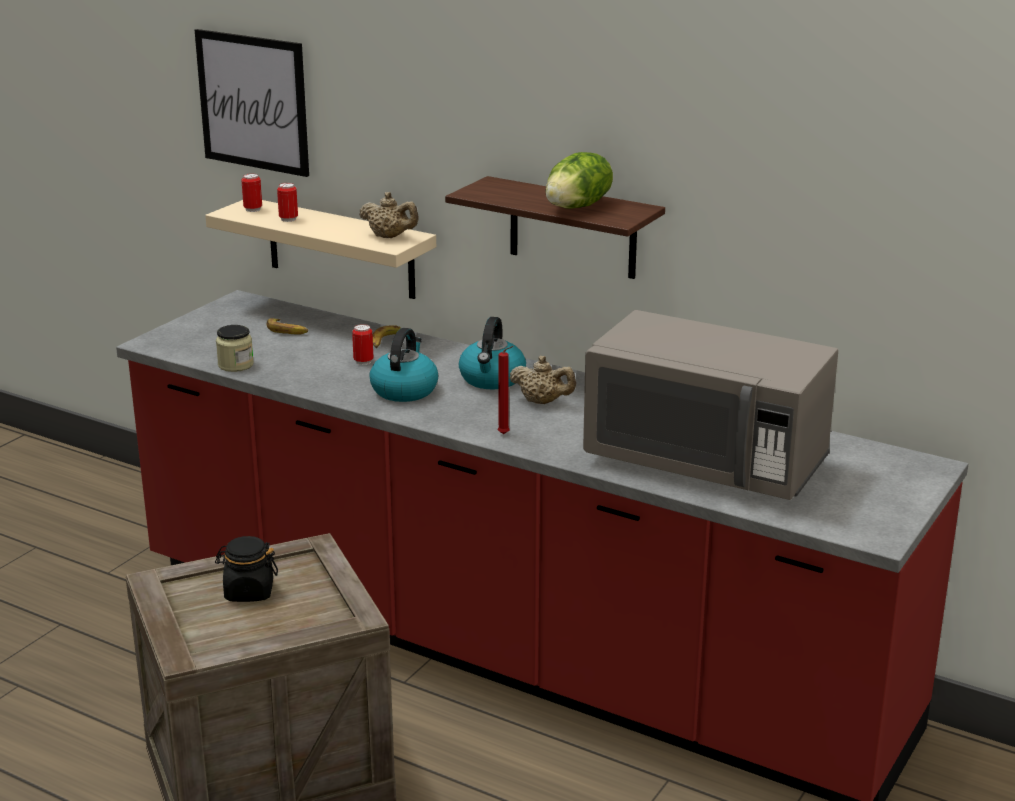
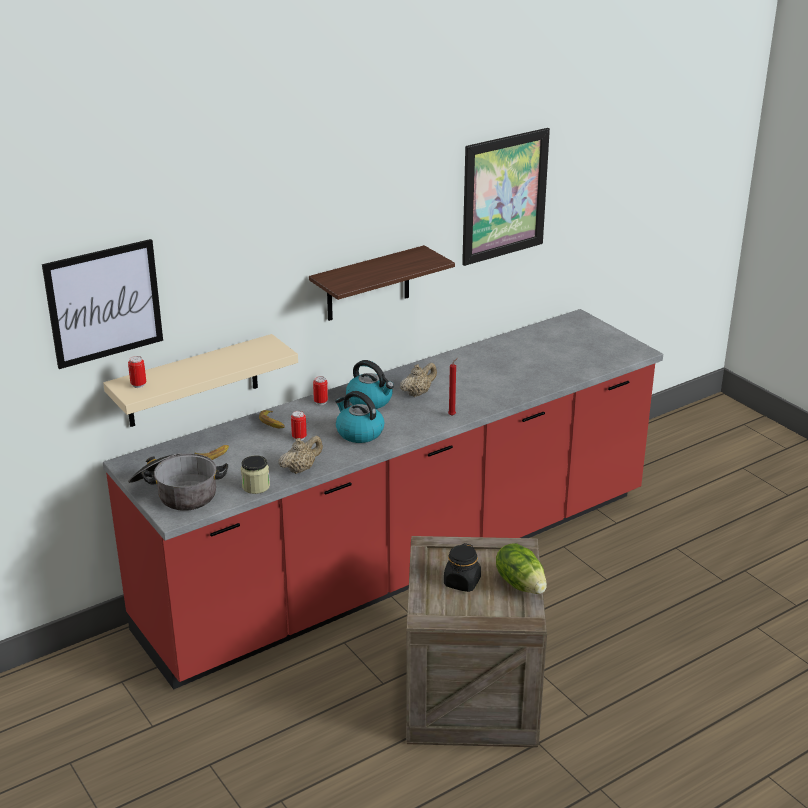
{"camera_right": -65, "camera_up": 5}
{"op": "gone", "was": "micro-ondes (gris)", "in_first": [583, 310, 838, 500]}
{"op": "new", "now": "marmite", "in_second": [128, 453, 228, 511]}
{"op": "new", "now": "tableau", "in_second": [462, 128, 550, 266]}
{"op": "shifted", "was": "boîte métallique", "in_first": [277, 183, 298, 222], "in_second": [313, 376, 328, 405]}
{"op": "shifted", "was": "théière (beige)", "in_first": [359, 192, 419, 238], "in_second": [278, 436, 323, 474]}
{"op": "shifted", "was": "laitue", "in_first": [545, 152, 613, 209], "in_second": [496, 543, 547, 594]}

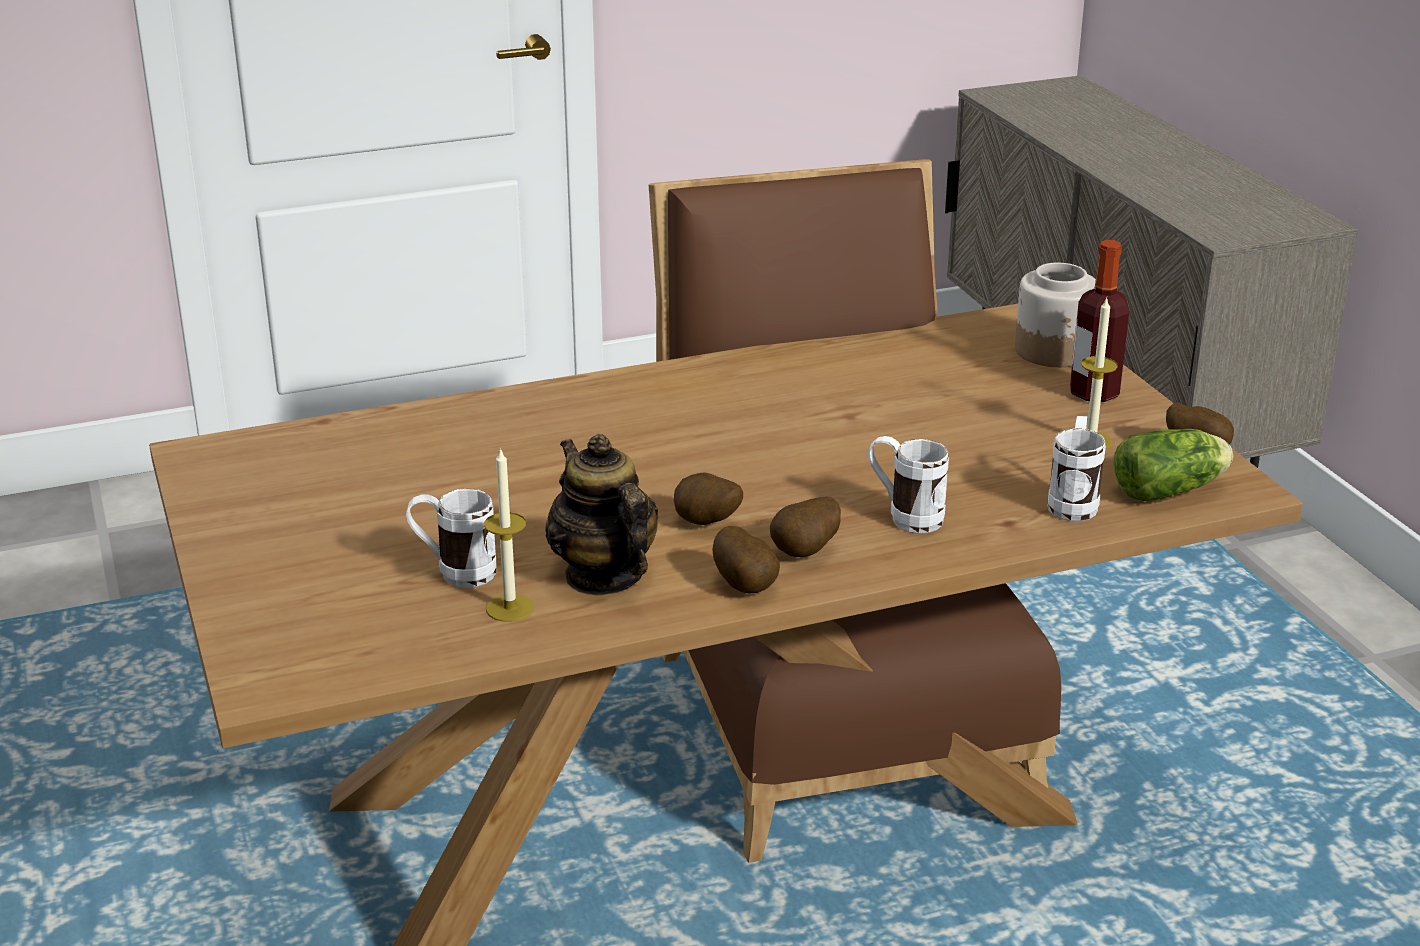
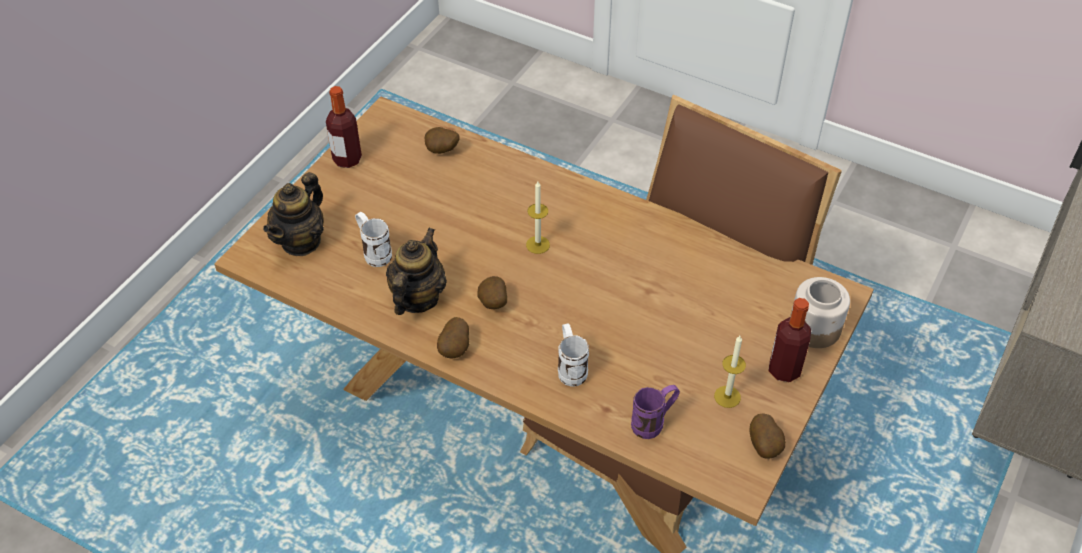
{"camera_right": 50, "camera_up": 20}
{"op": "gone", "was": "laitue", "in_first": [1114, 429, 1233, 501]}
{"op": "new", "now": "théière", "in_second": [263, 172, 324, 256]}
{"op": "new", "now": "bouteille", "in_second": [326, 86, 362, 168]}
{"op": "shifted", "was": "bougie", "in_first": [484, 447, 534, 622], "in_second": [526, 181, 550, 254]}
{"op": "shifted", "was": "pomme de terre", "in_first": [770, 497, 841, 557], "in_second": [425, 127, 460, 154]}
{"op": "repainted", "was": "mug (blanc)", "now": "mug (violet)", "in_first": [1047, 416, 1106, 521], "in_second": [631, 385, 680, 439]}

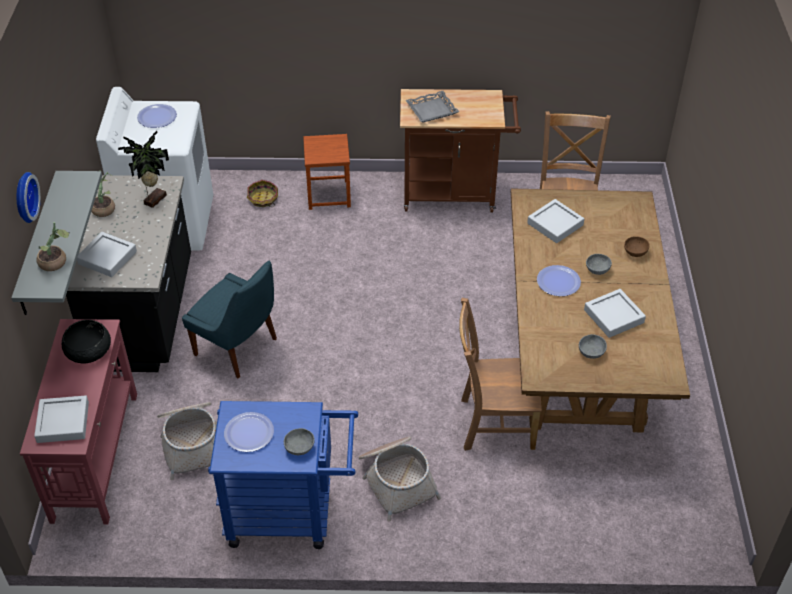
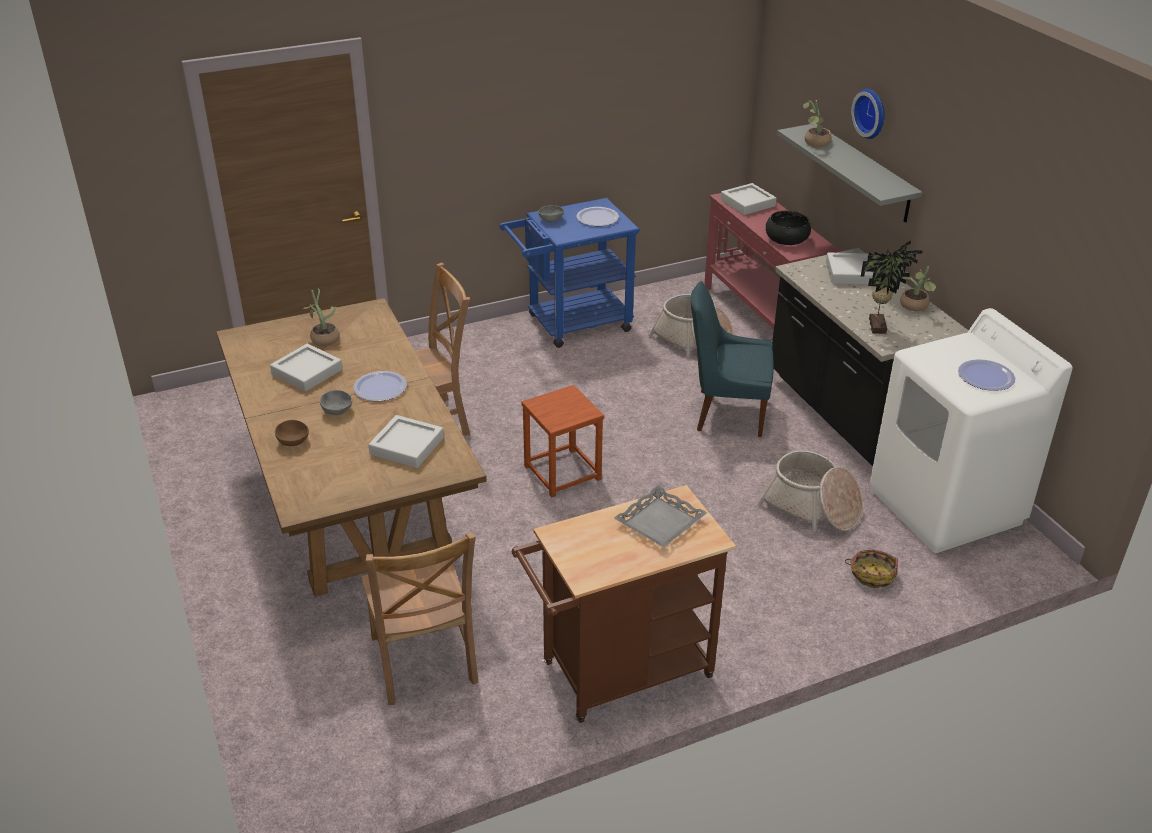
{"camera_right": 155, "camera_up": -10}
{"op": "shifted", "was": "tabouret (marron)", "in_first": [303, 134, 351, 210], "in_second": [521, 385, 604, 497]}
{"op": "shifted", "was": "panier", "in_first": [359, 437, 441, 522], "in_second": [757, 450, 863, 532]}
{"op": "swapped", "was": "bol (gris)", "now": "plante en pot", "in_first": [579, 334, 607, 359], "in_second": [303, 288, 340, 346]}

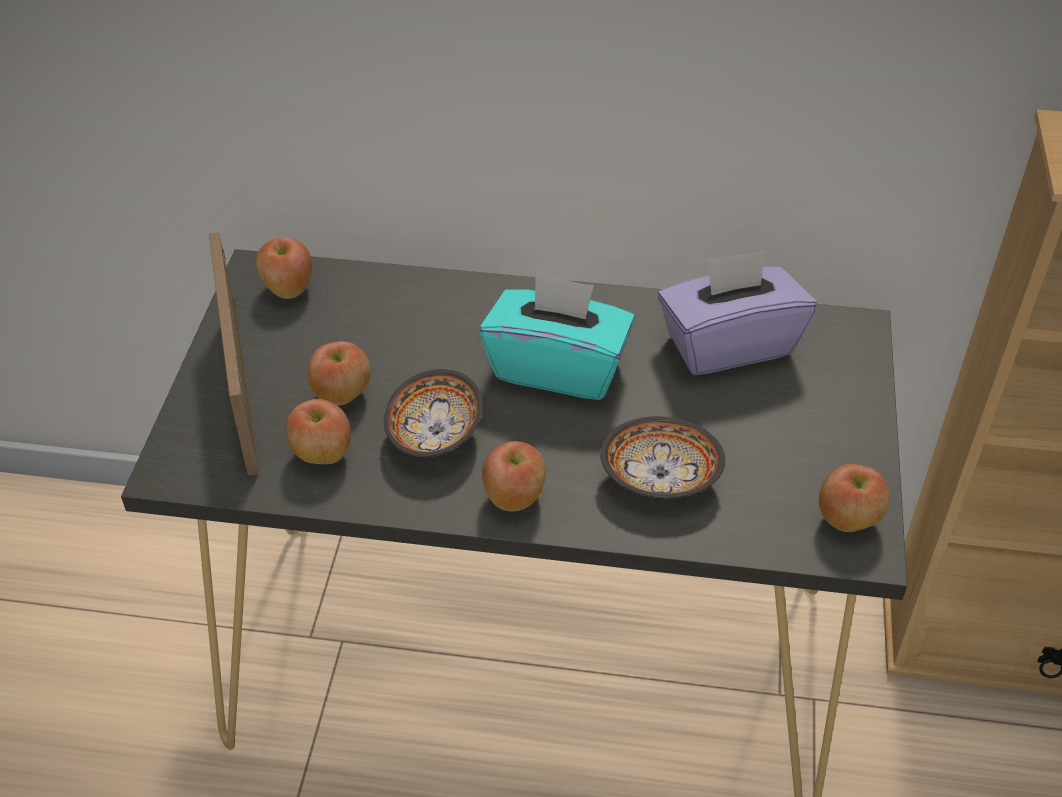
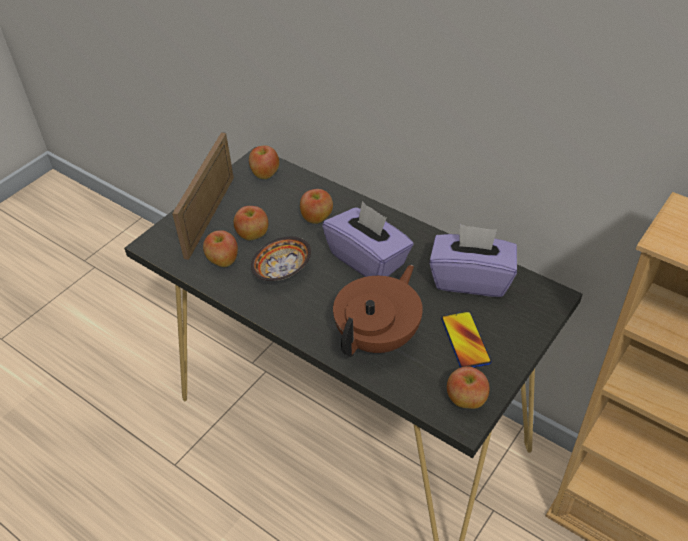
{"camera_right": 30, "camera_up": 0}
{"op": "new", "now": "téléphone", "in_second": [441, 311, 492, 368]}
{"op": "shifted", "was": "pomme", "in_first": [482, 441, 546, 512], "in_second": [300, 189, 333, 224]}
{"op": "swapped", "was": "bol", "now": "théière (marron)", "in_first": [600, 416, 725, 498], "in_second": [333, 265, 423, 357]}
{"op": "repainted", "was": "boîte à mouchoirs (turquoise)", "now": "boîte à mouchoirs (violet)", "in_first": [480, 271, 635, 400], "in_second": [322, 201, 414, 277]}

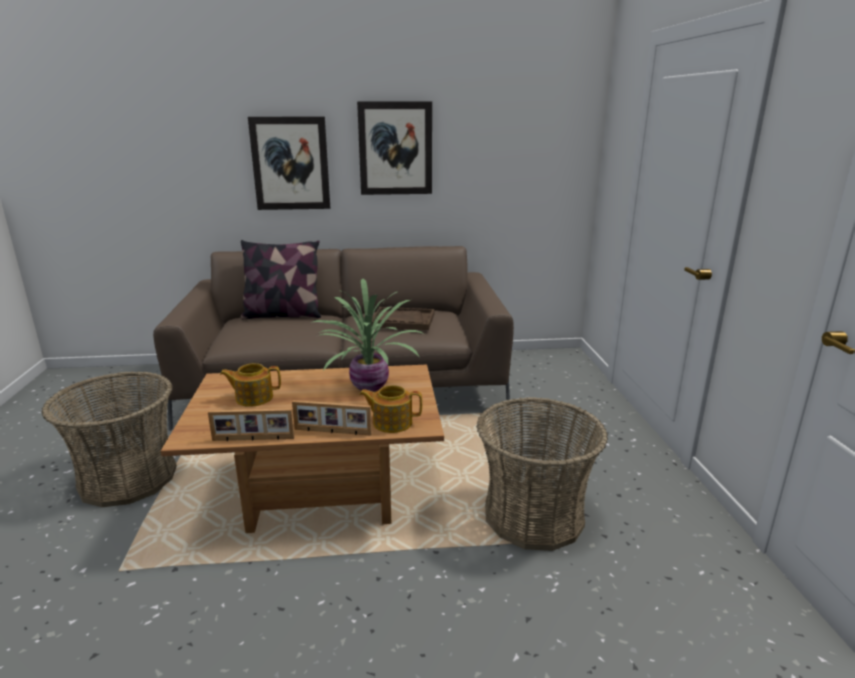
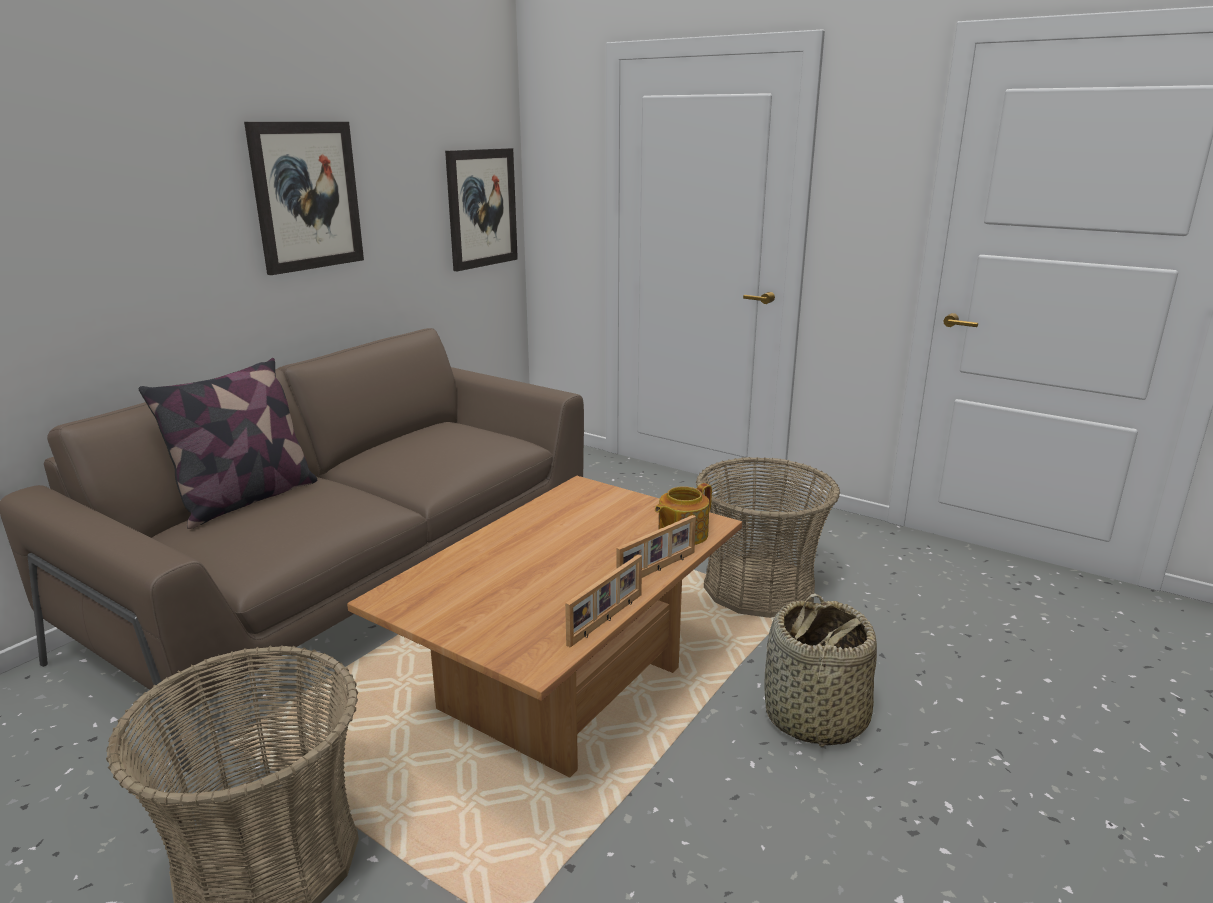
{"camera_right": -50, "camera_up": 0}
{"op": "gone", "was": "théière", "in_first": [220, 363, 281, 407]}
{"op": "gone", "was": "plante en pot", "in_first": [310, 278, 425, 392]}
{"op": "gone", "was": "plateau (marron)", "in_first": [372, 307, 434, 330]}
{"op": "new", "now": "panier", "in_second": [765, 593, 877, 747]}
{"op": "shifted", "was": "tableau", "in_first": [248, 117, 330, 210], "in_second": [445, 148, 518, 271]}

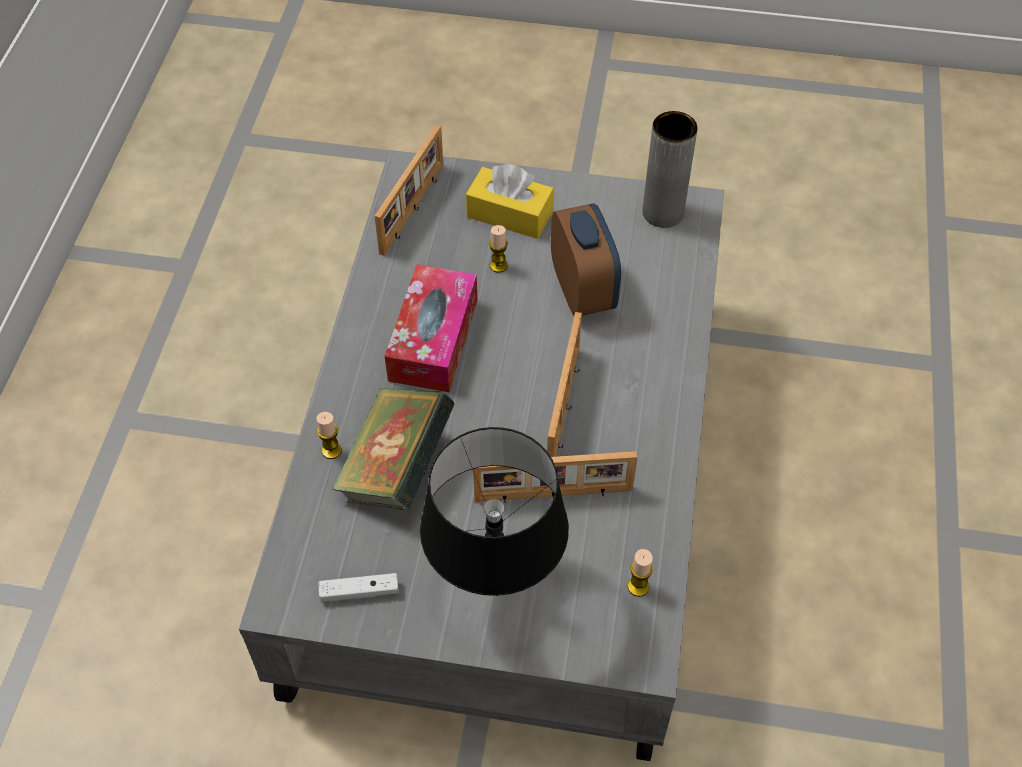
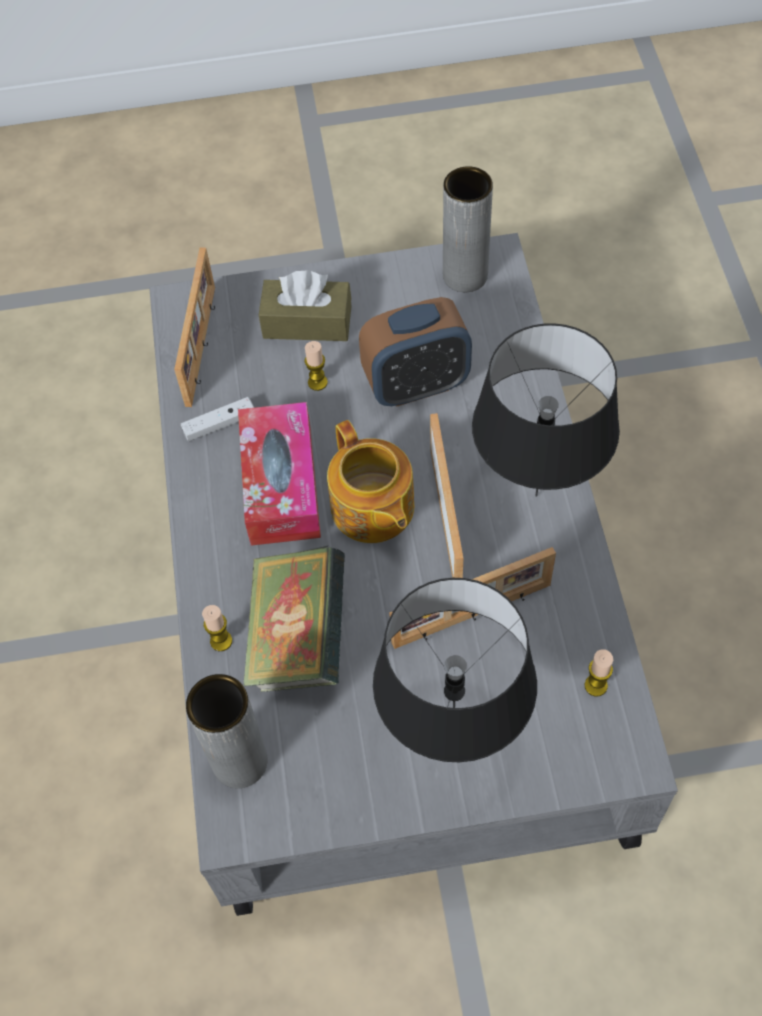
{"camera_right": -15, "camera_up": 5}
{"op": "new", "now": "vase (gris)", "in_second": [186, 674, 268, 788]}
{"op": "new", "now": "théière", "in_second": [327, 420, 414, 543]}
{"op": "new", "now": "lampe de table (noir)", "in_second": [472, 323, 620, 497]}
{"op": "shifted", "was": "manette (blanc)", "in_first": [319, 573, 399, 602], "in_second": [181, 397, 254, 441]}
{"op": "repainted", "was": "boîte à mouchoirs (jaune)", "now": "boîte à mouchoirs (marron)", "in_first": [466, 164, 554, 239], "in_second": [259, 271, 351, 341]}
{"op": "rotated", "was": "réveil", "in_first": [551, 203, 621, 316], "in_second": [359, 297, 472, 407], "clockwise": 105}

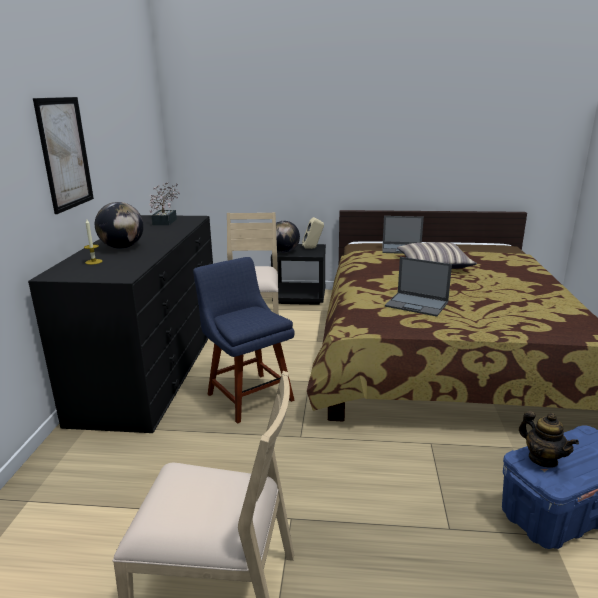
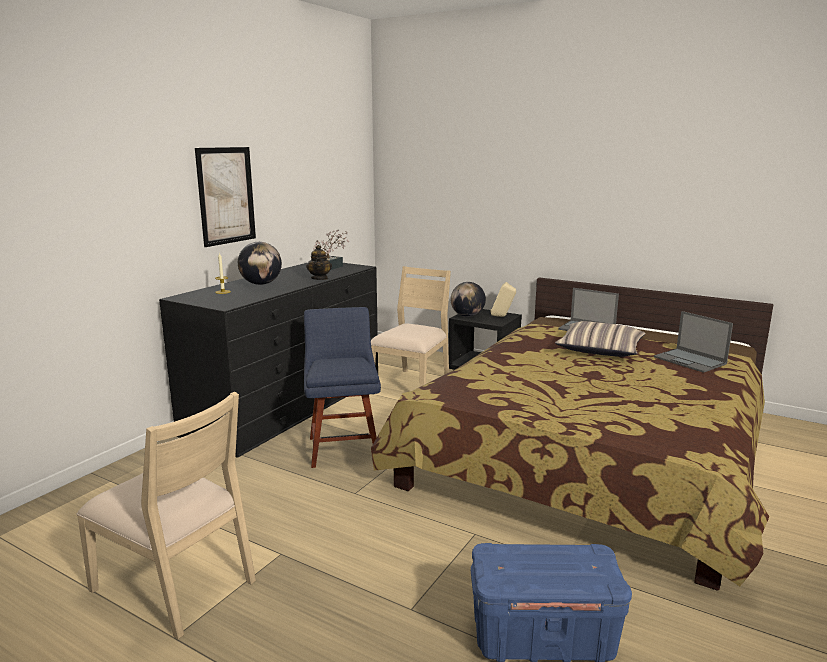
{"camera_right": 25, "camera_up": -5}
{"op": "shifted", "was": "ordinateur portable", "in_first": [385, 257, 452, 317], "in_second": [654, 311, 733, 373]}
{"op": "shifted", "was": "théière", "in_first": [519, 411, 579, 468], "in_second": [306, 245, 332, 280]}

